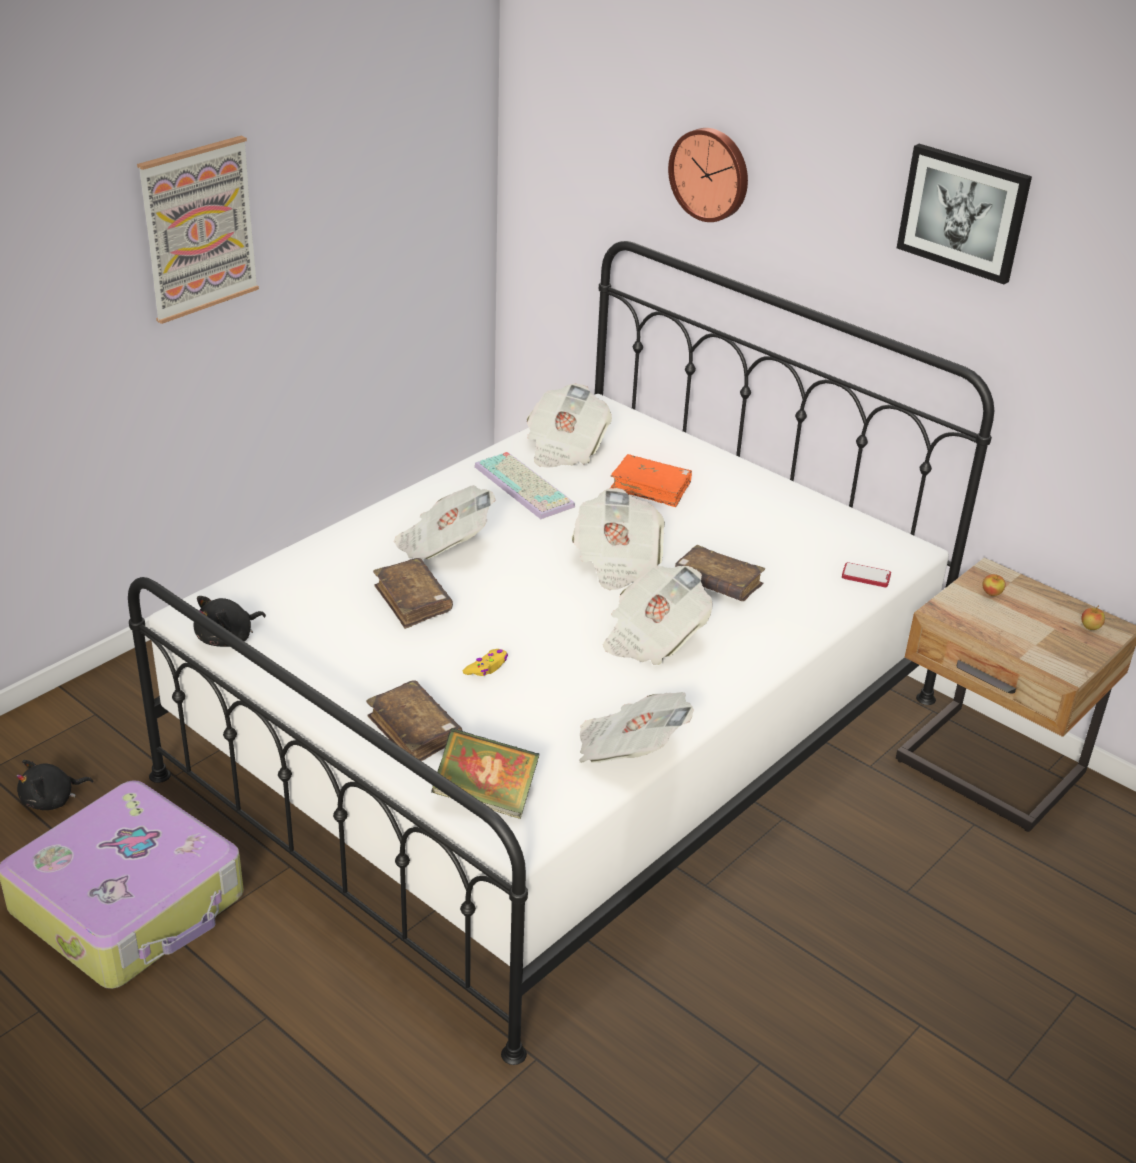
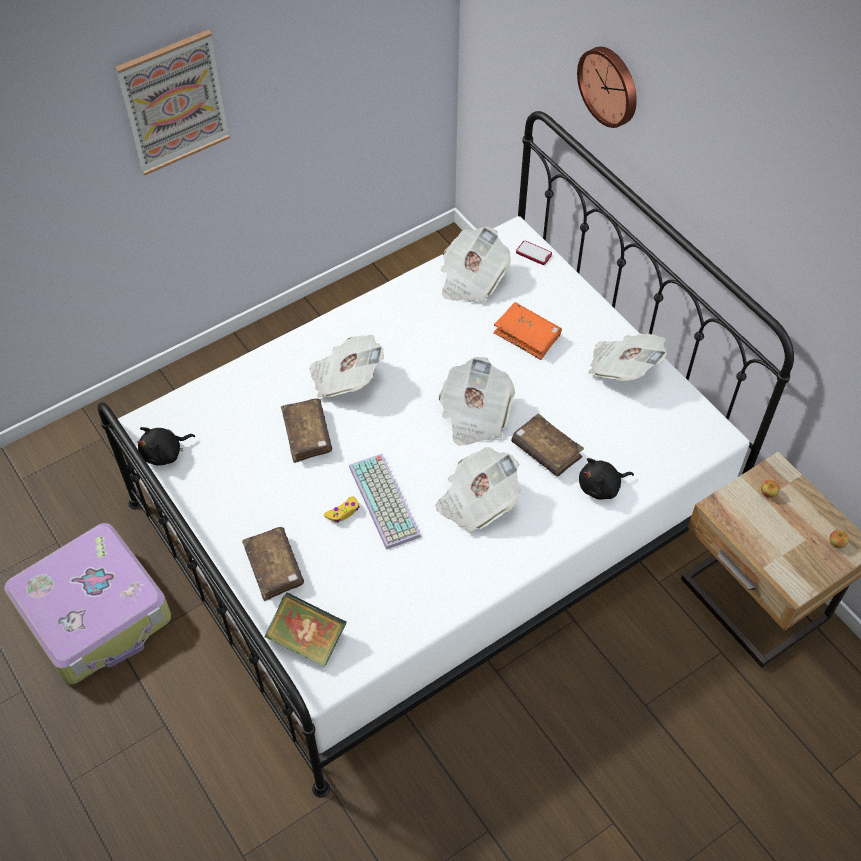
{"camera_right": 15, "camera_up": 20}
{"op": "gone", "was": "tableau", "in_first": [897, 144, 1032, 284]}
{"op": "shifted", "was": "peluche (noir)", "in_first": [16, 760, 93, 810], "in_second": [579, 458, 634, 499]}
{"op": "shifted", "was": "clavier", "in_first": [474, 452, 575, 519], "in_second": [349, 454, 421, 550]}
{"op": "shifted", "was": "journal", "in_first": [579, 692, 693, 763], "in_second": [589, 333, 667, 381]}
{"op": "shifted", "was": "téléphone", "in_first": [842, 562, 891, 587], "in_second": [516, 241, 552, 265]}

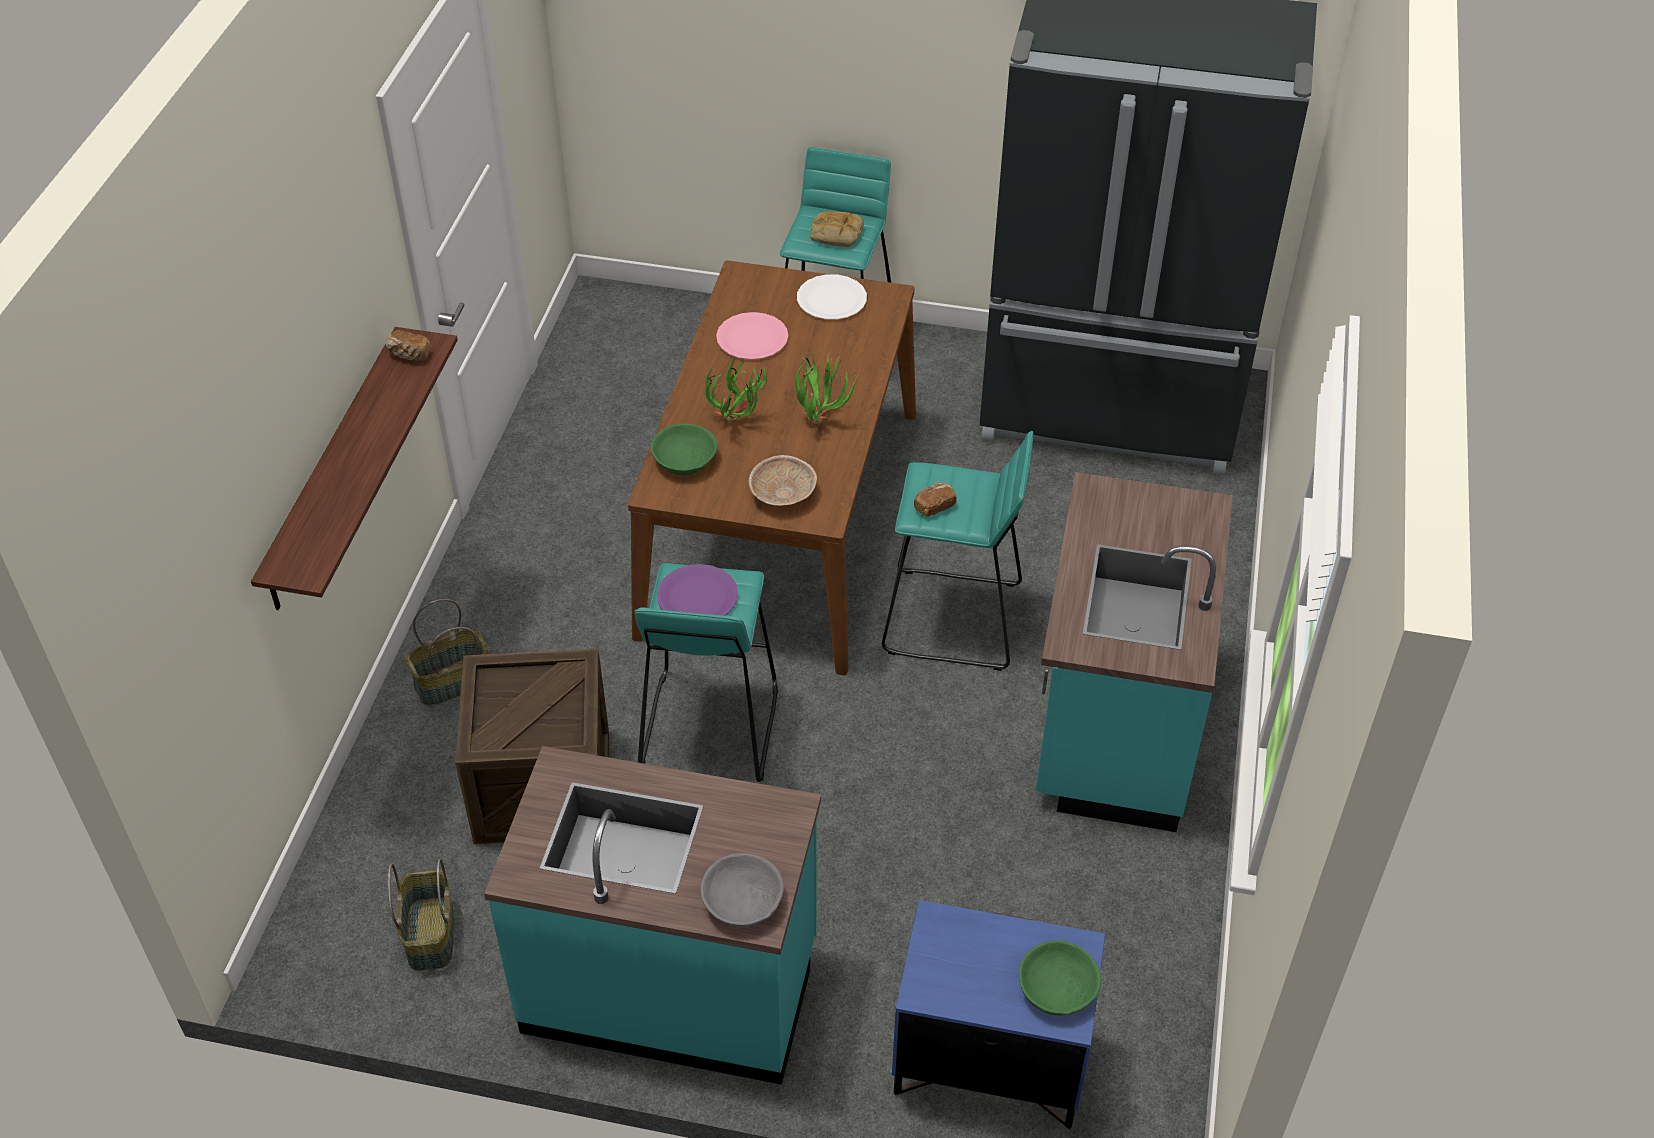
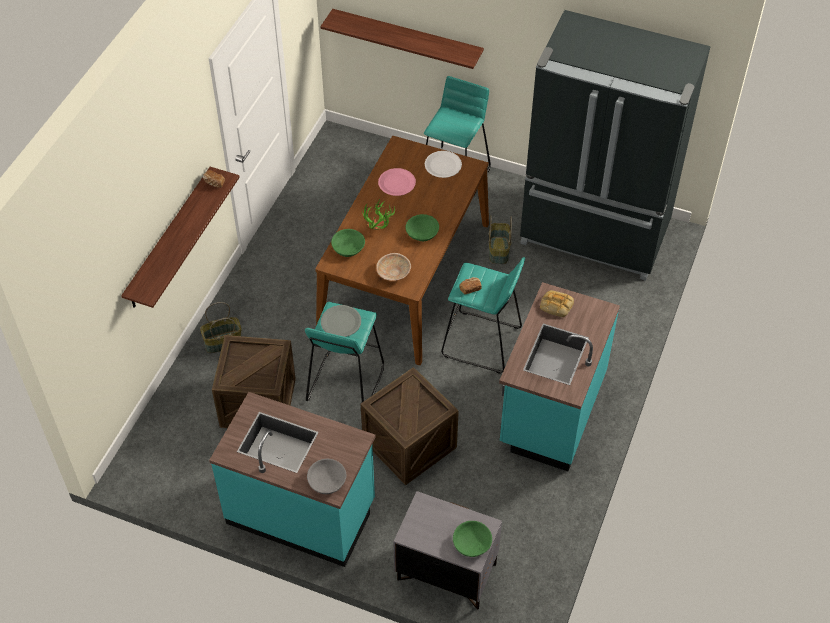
{"camera_right": 10, "camera_up": 5}
{"op": "new", "now": "étagère", "in_second": [320, 9, 484, 69]}
{"op": "new", "now": "caisse", "in_second": [361, 367, 459, 485]}
{"op": "shifted", "was": "panier", "in_first": [388, 859, 453, 971], "in_second": [489, 215, 512, 264]}
{"op": "shifted", "was": "pain", "in_first": [810, 211, 864, 247], "in_second": [540, 290, 574, 317]}
{"op": "swapped", "was": "plante en pot", "now": "bol (vert)", "in_first": [796, 353, 857, 426], "in_second": [406, 214, 439, 241]}
{"op": "repainted", "was": "assiette (violet)", "now": "assiette (gris)", "in_first": [657, 564, 738, 615], "in_second": [321, 305, 361, 337]}
{"op": "repainted", "was": "table de chevet (bleu)", "now": "table de chevet (gris)", "in_first": [892, 900, 1105, 1129], "in_second": [393, 491, 502, 610]}

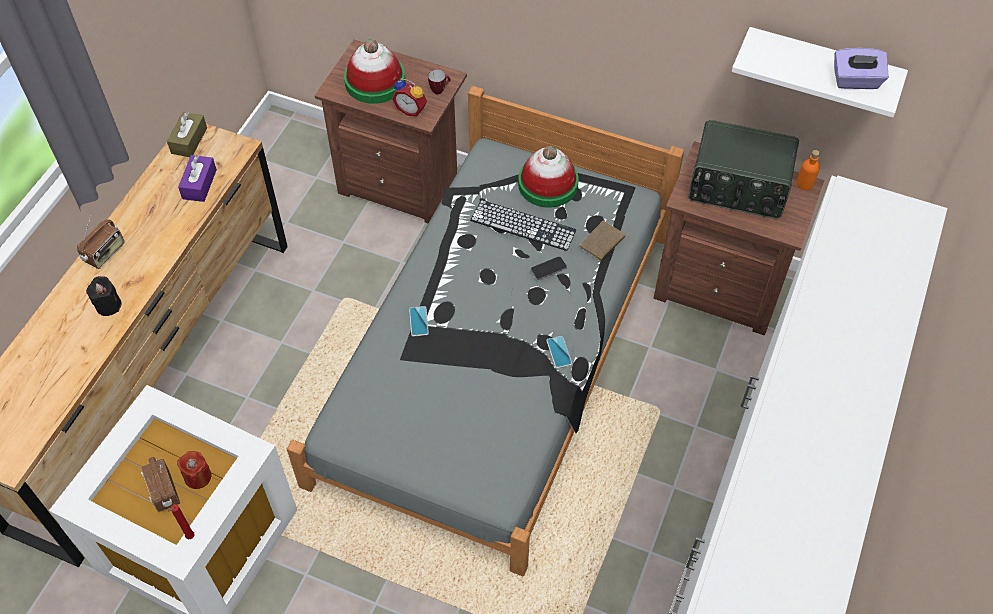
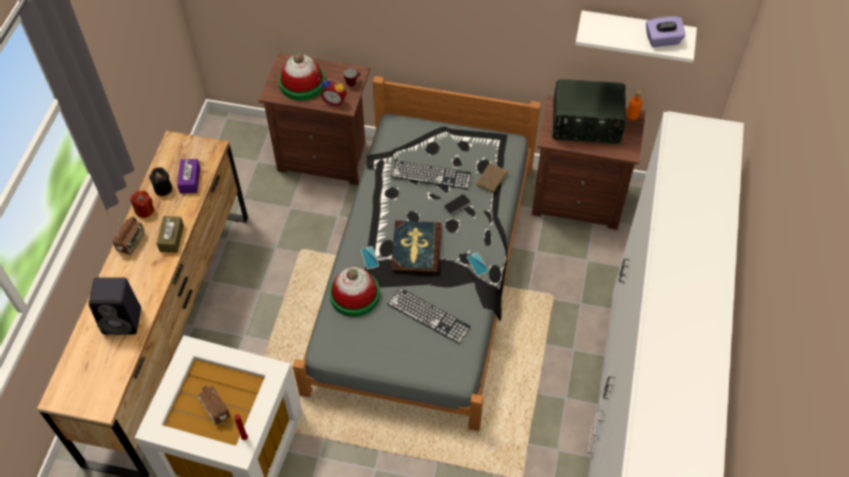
{"camera_right": -10, "camera_up": 0}
{"op": "new", "now": "enceinte (noir)", "in_second": [89, 277, 141, 335]}
{"op": "new", "now": "clavier", "in_second": [387, 288, 471, 344]}
{"op": "new", "now": "livre", "in_second": [391, 221, 442, 273]}
{"op": "shifted", "was": "bougie (noir)", "in_first": [86, 276, 121, 316], "in_second": [149, 167, 172, 196]}
{"op": "shifted", "was": "boîte à mouchoirs (marron)", "in_first": [167, 112, 207, 157], "in_second": [157, 216, 184, 253]}
{"op": "shifted", "was": "bougie (rouge)", "in_first": [177, 451, 212, 489], "in_second": [130, 190, 154, 218]}
{"op": "shifted", "was": "chapeau", "in_first": [518, 146, 579, 208], "in_second": [329, 267, 380, 317]}

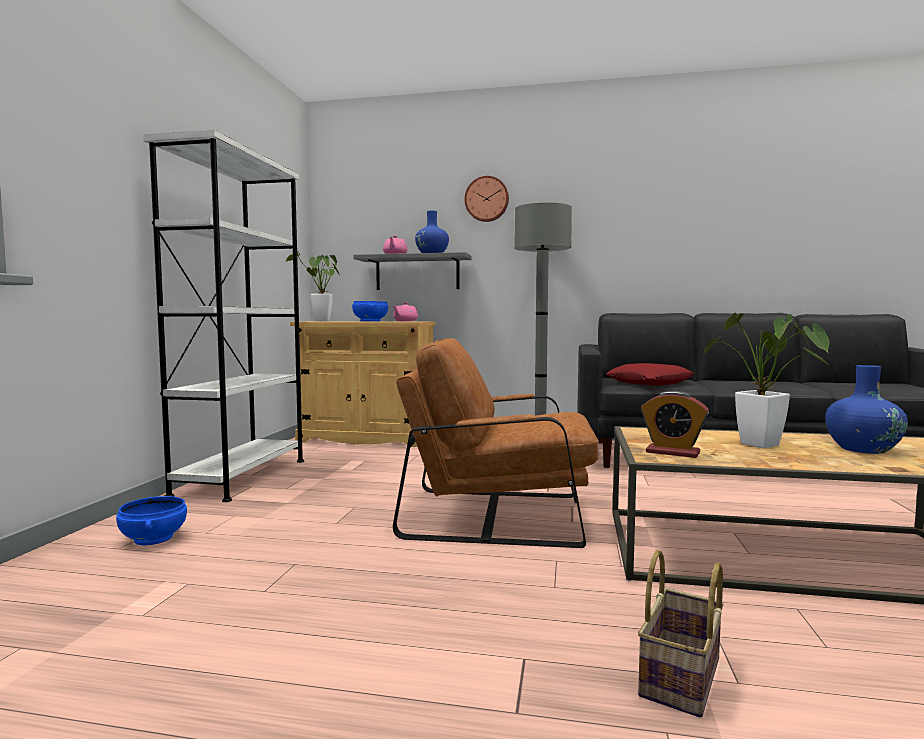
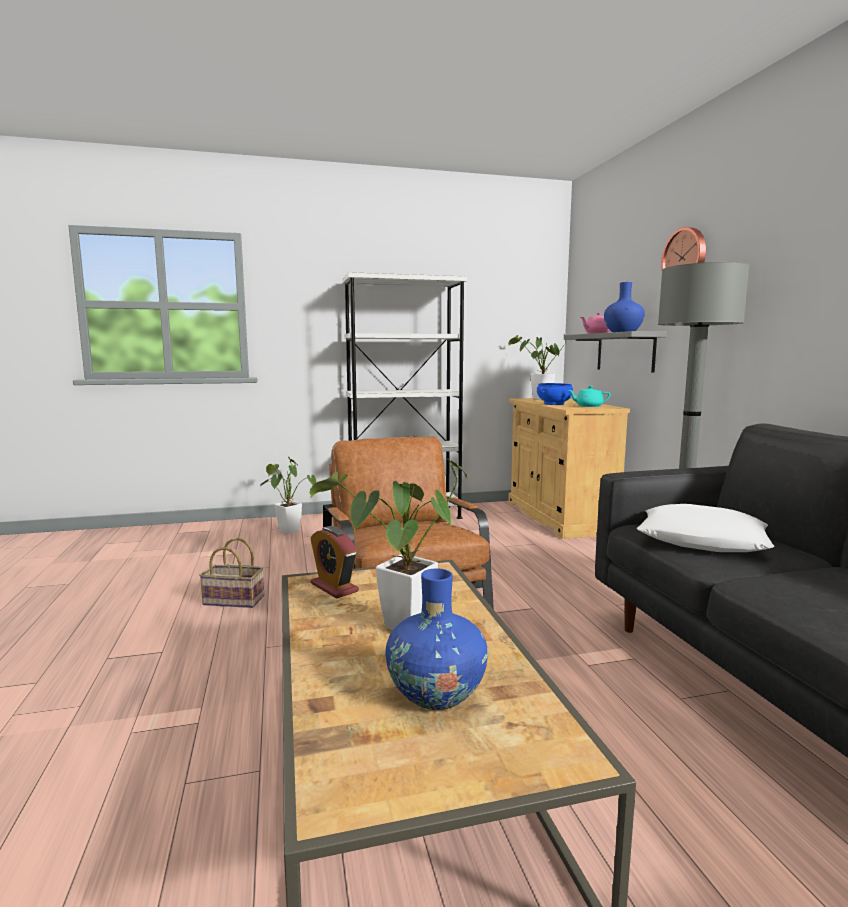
{"camera_right": 65, "camera_up": 5}
{"op": "shifted", "was": "panier", "in_first": [638, 550, 724, 718], "in_second": [199, 538, 264, 608]}
{"op": "swapped", "was": "bol (bleu)", "now": "plante en pot", "in_first": [116, 496, 187, 545], "in_second": [261, 456, 316, 534]}
{"op": "repainted", "was": "théière (rose)", "now": "théière (turquoise)", "in_first": [393, 302, 418, 321], "in_second": [568, 386, 610, 407]}
{"op": "repainted", "was": "coussin (rouge)", "now": "coussin (blanc)", "in_first": [606, 363, 694, 386], "in_second": [637, 504, 775, 552]}
{"op": "rotated", "was": "réveil", "in_first": [641, 391, 709, 458], "in_second": [310, 526, 359, 599], "clockwise": -45}

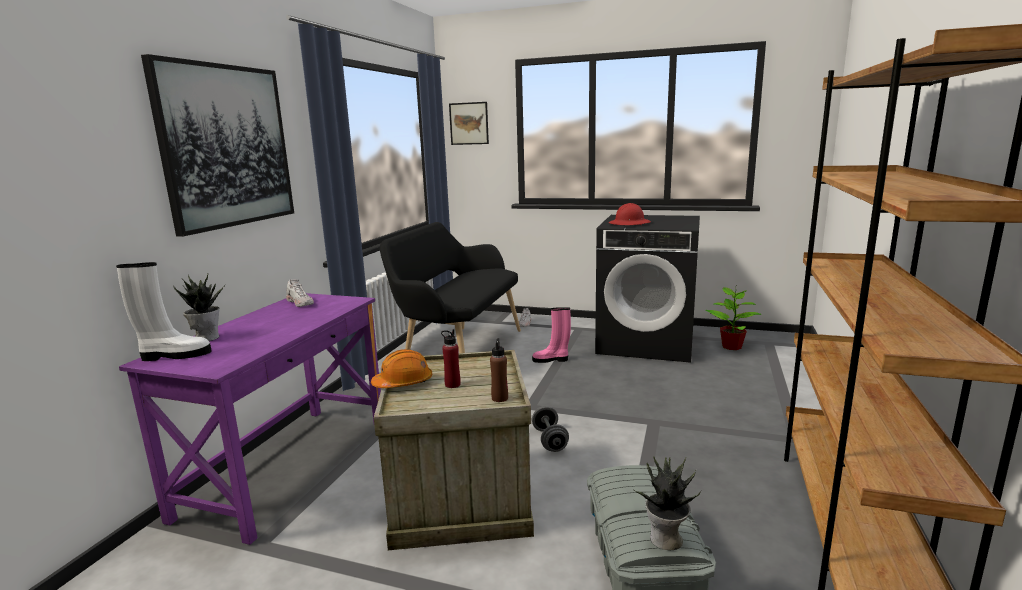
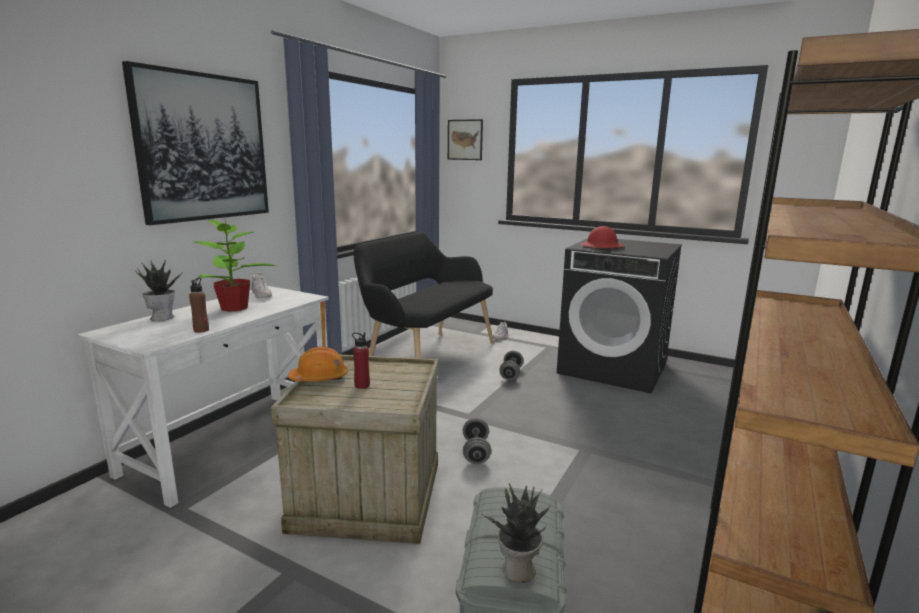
{"camera_right": 10, "camera_up": 0}
{"op": "gone", "was": "botte (blanc)", "in_first": [116, 262, 212, 361]}
{"op": "shifted", "was": "bouteille (marron)", "in_first": [490, 338, 508, 402], "in_second": [189, 278, 209, 333]}
{"op": "shifted", "was": "plante en pot", "in_first": [705, 287, 762, 350], "in_second": [194, 219, 277, 312]}
{"op": "swapped", "was": "botte (rose)", "now": "haltère (gris)", "in_first": [532, 307, 571, 363], "in_second": [499, 351, 523, 380]}
{"op": "repainted", "was": "bureau (violet)", "now": "bureau (blanc)", "in_first": [119, 293, 381, 545], "in_second": [77, 286, 329, 508]}

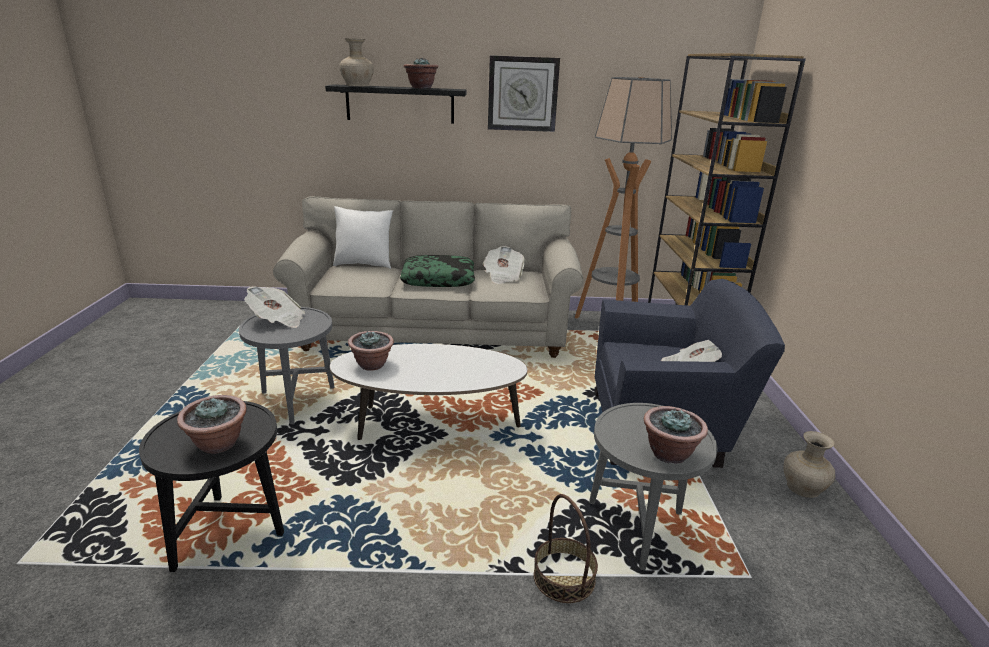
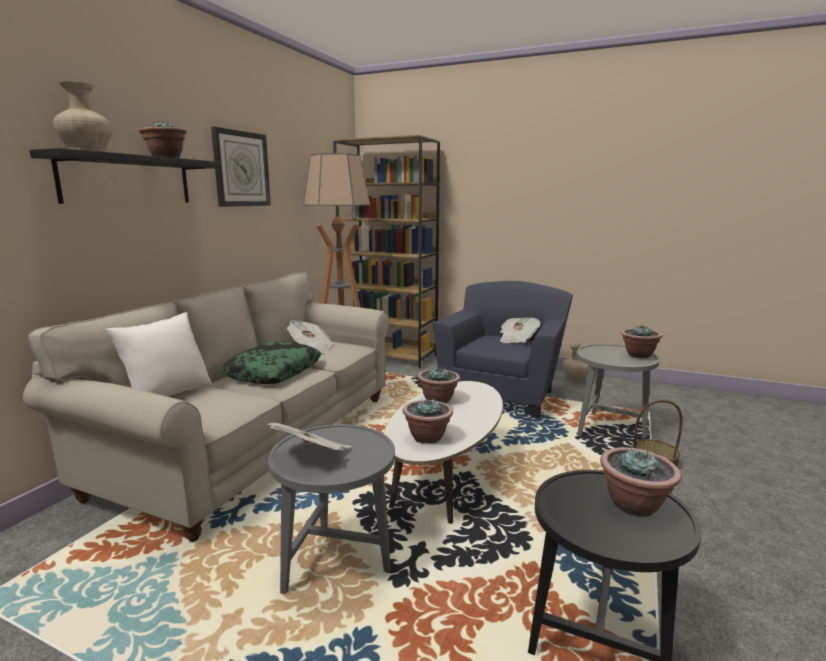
{"camera_right": -65, "camera_up": -10}
{"op": "new", "now": "plante en pot", "in_second": [417, 366, 460, 403]}

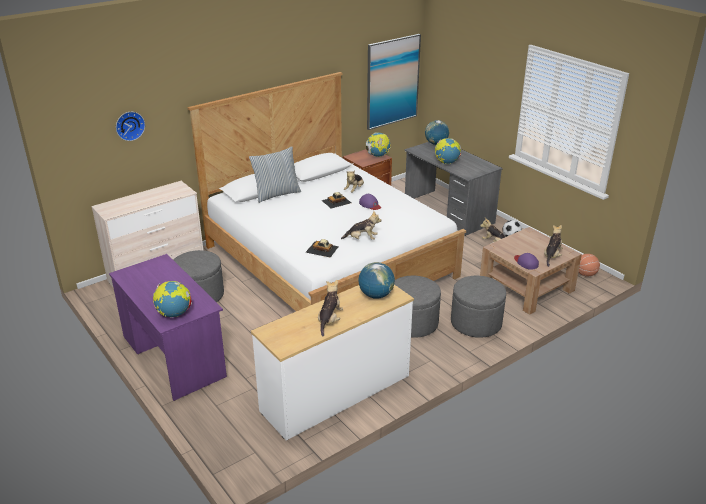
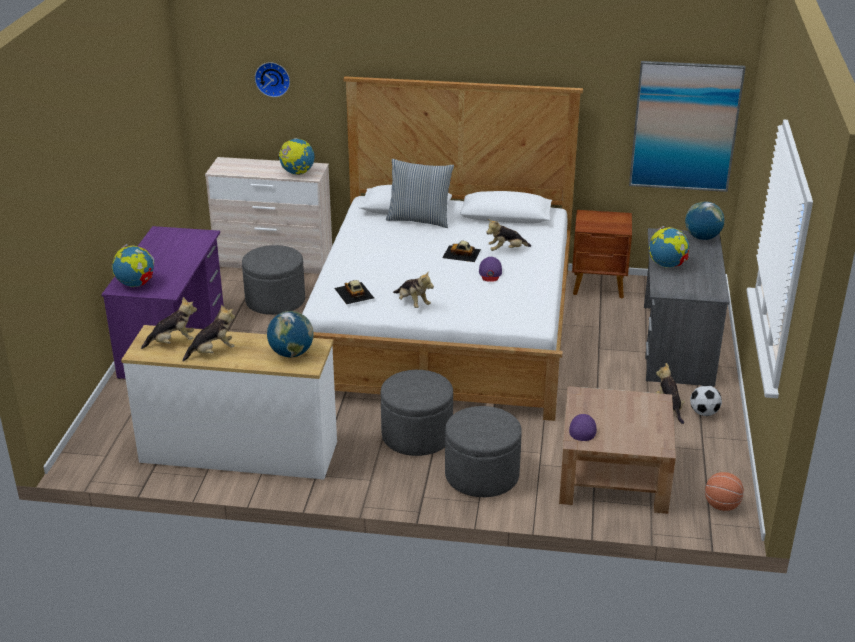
{"camera_right": 45, "camera_up": 0}
{"op": "shifted", "was": "globe", "in_first": [366, 132, 391, 157], "in_second": [278, 138, 314, 175]}
{"op": "shifted", "was": "peluche", "in_first": [544, 225, 563, 267], "in_second": [141, 297, 197, 349]}

